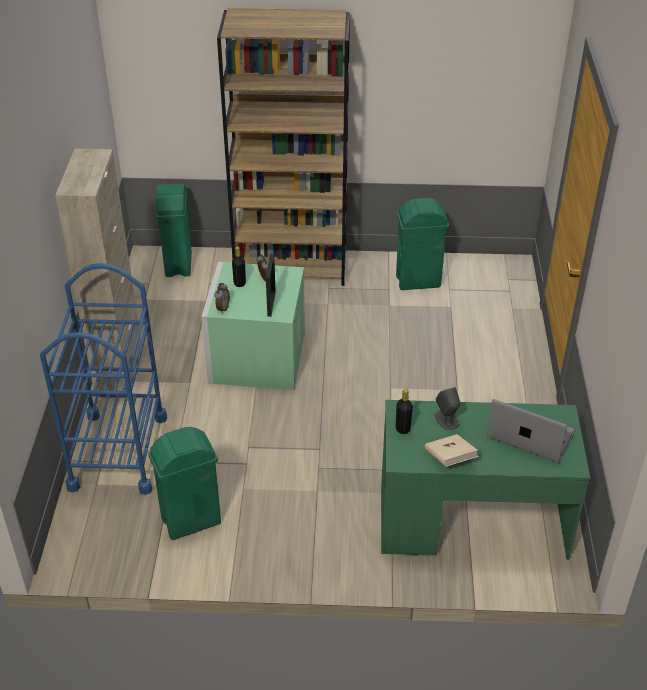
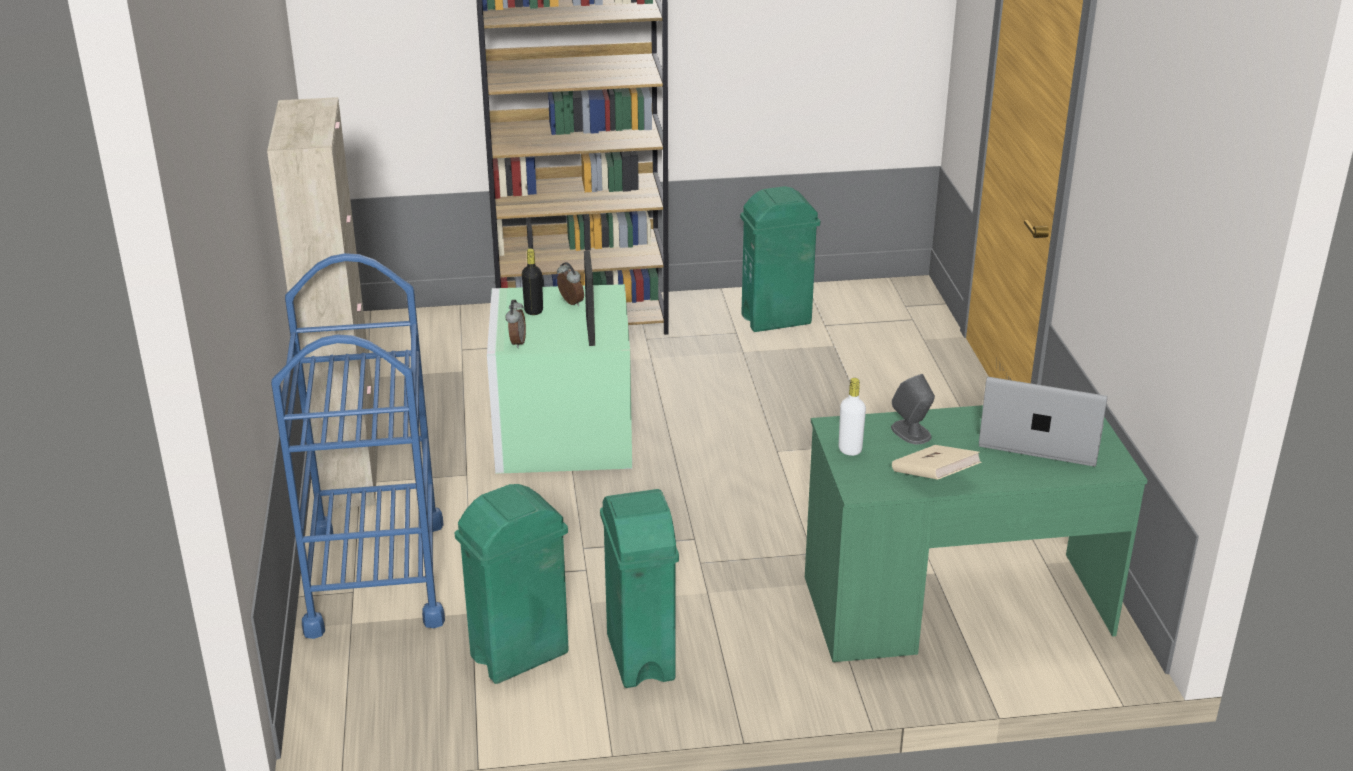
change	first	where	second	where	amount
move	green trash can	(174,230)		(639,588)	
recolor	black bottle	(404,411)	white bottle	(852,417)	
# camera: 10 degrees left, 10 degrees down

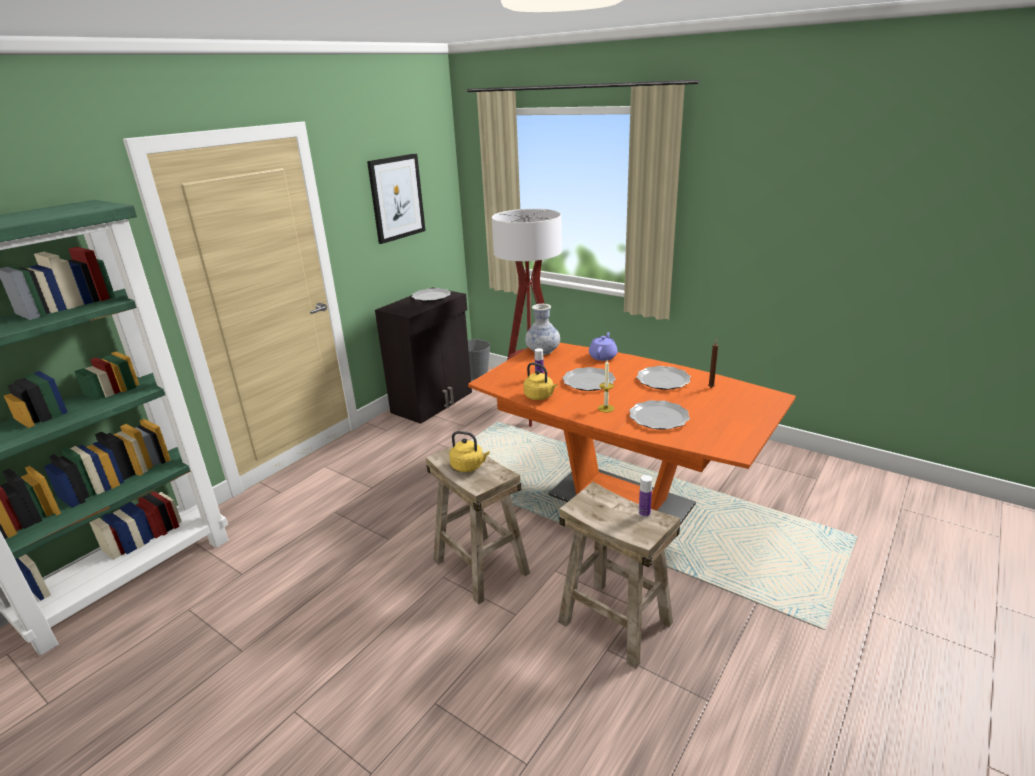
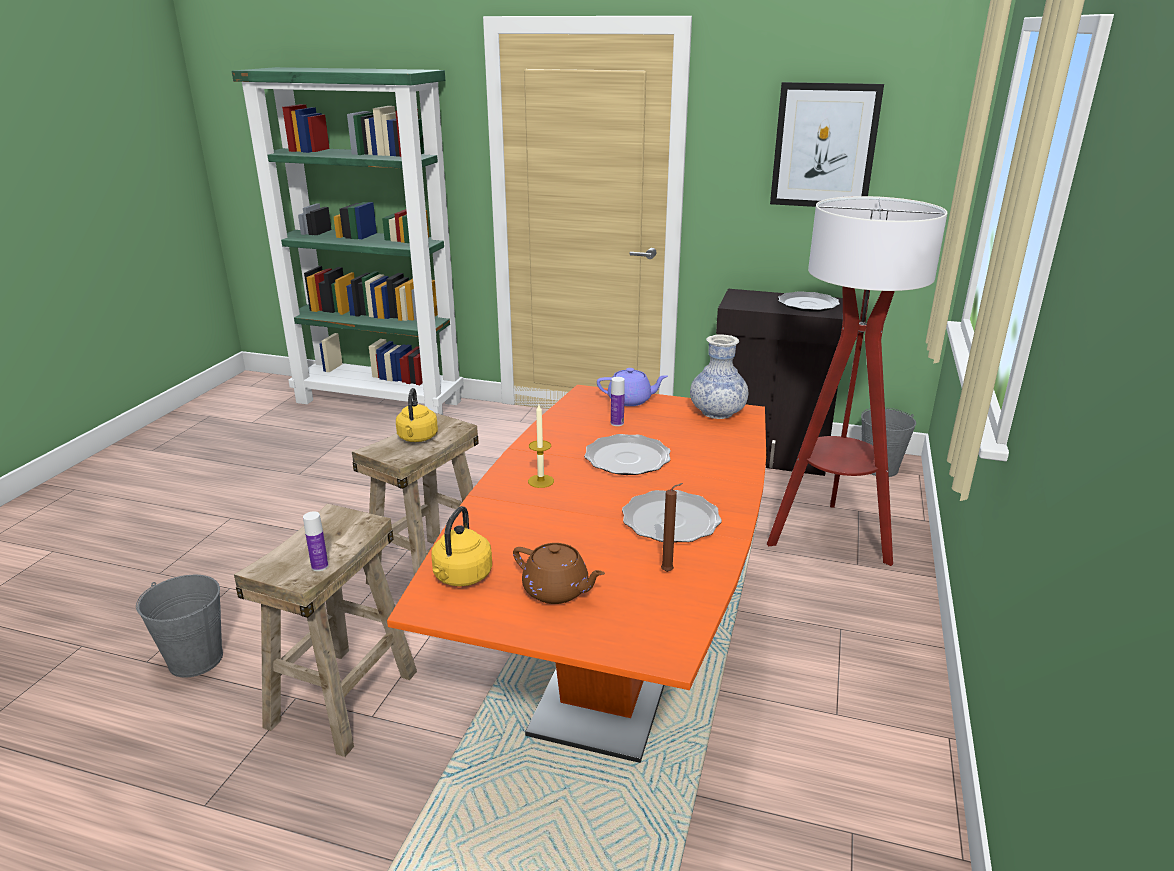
change	first	where	second	where	amount
delete	plate	(659,415)			
insert			grey bucket	(179,626)	
insert			brown teapot	(559,573)	
move	yellow kettle	(540,381)		(461,546)	
move	purple teapot	(603,346)		(632,387)	
# camera: 70 degrees right, 0 degrees up

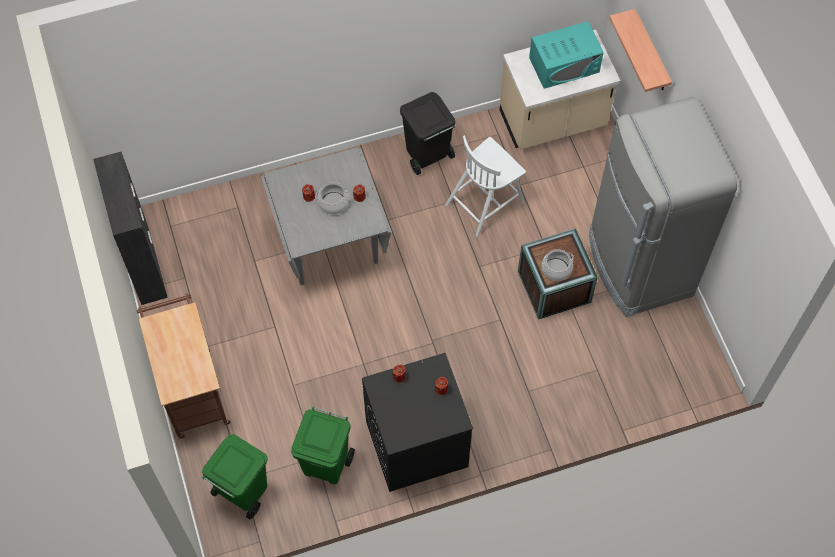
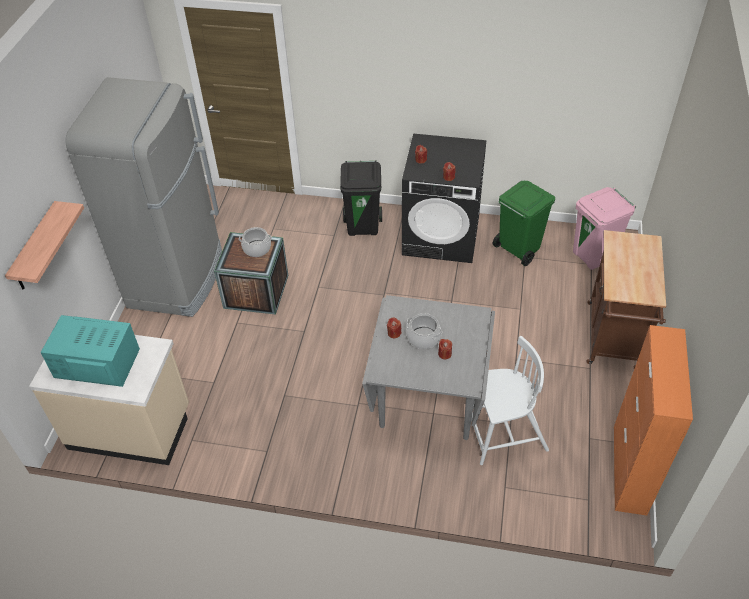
change	first	where	second	where	amount
move	black trash can	(427,133)		(361,198)	
move	white chair	(485,186)		(510,400)	
recolor	black cabinet	(130,228)	orange cabinet	(653,420)	
recolor	green trash can	(234,476)	pink trash can	(604,228)	
# camera: 150 degrees left, 15 degrees down

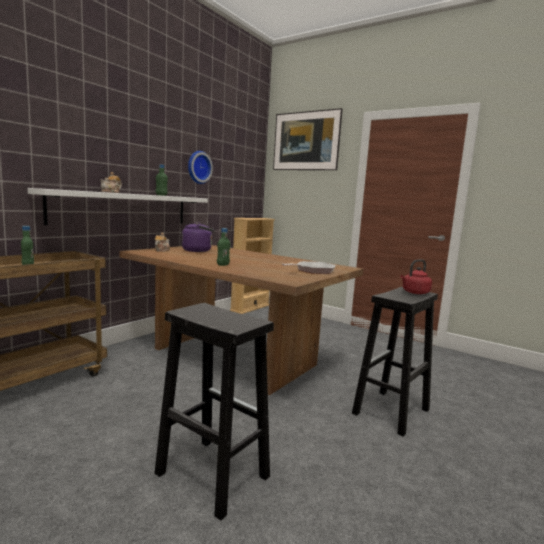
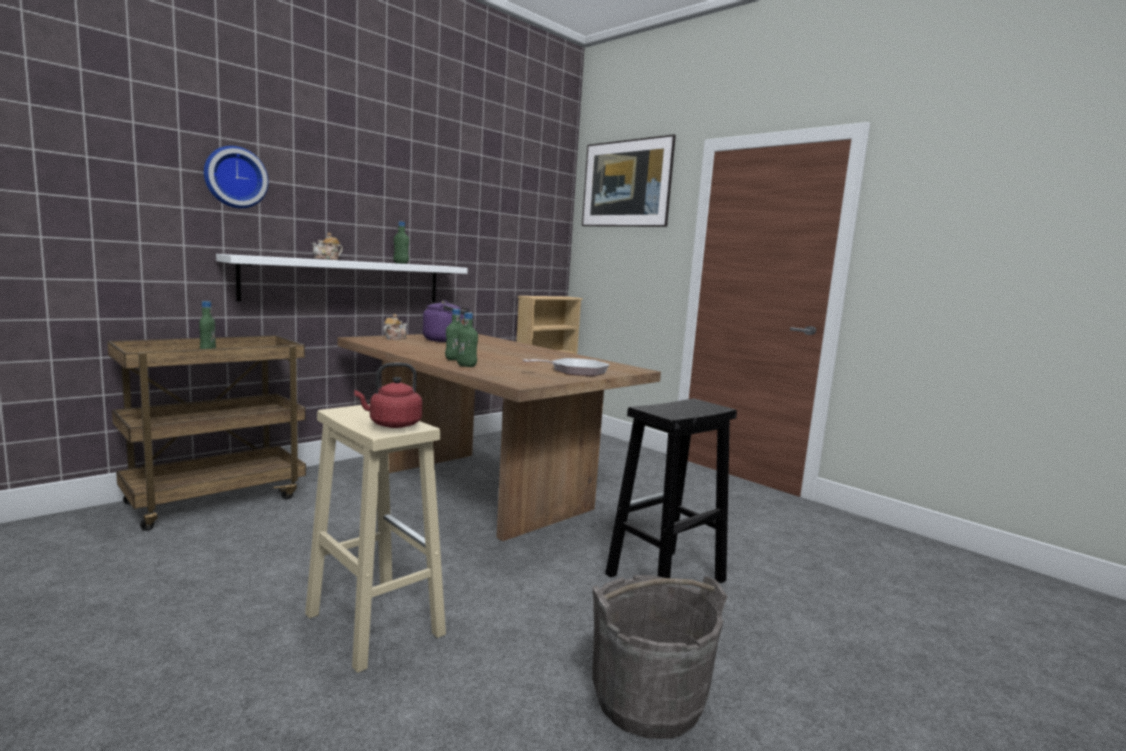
change	first	where	second	where	amount
insert			green bottle	(467,339)	
insert			grey bucket	(660,657)	
move	wall clock	(200,167)		(236,177)	
move	red kettle	(416,276)		(388,395)	
recolor	black stool	(214,412)	beige stool	(375,538)	
# camera: 10 degrees right, 0 degrees up

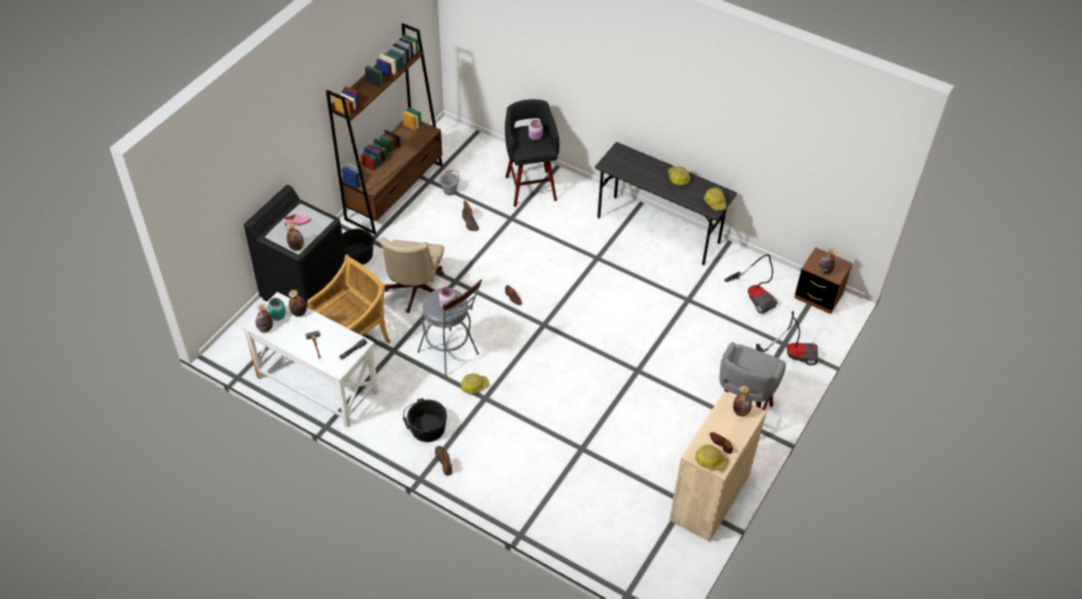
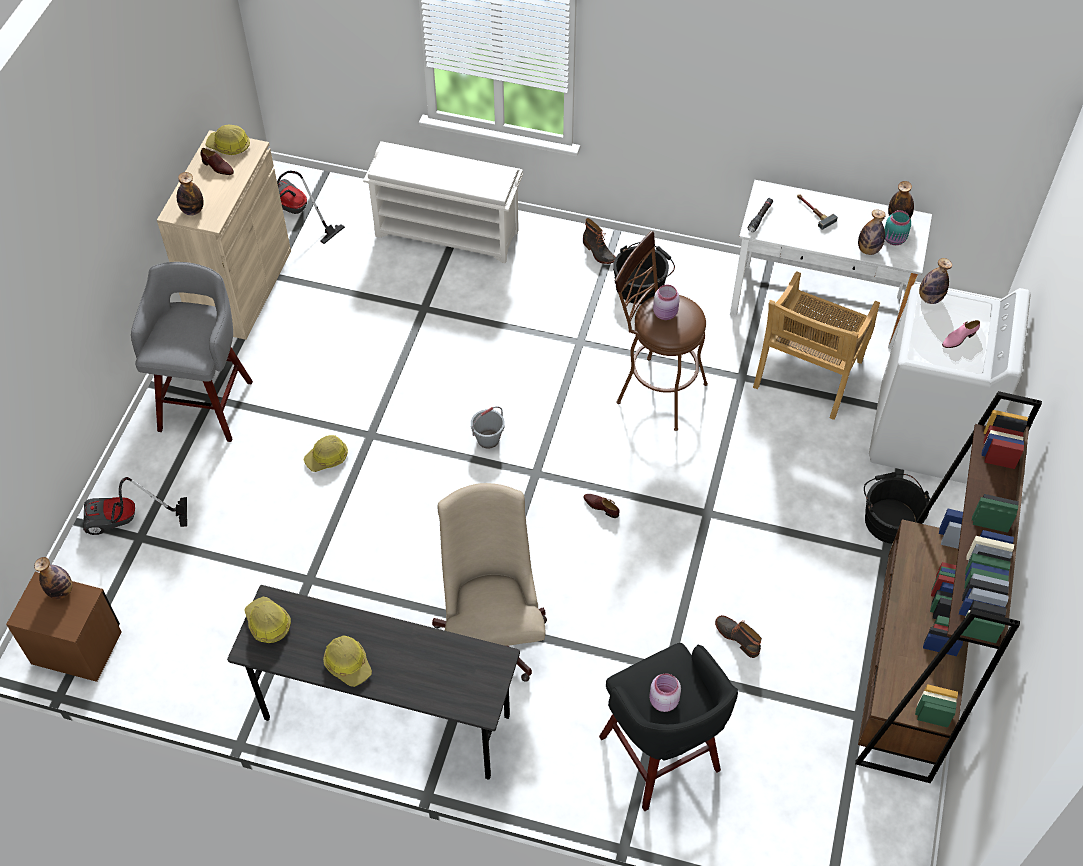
change	first	where	second	where	amount
insert			white shoe rack	(443,202)	
move	beige office chair	(412,275)		(489,582)	
move	grey bucket	(449,182)		(488,427)	
move	hard hat	(475,383)		(325,453)	
move	vacuum cleaner	(750,284)		(311,207)	
recolor	black washing machine	(294,246)	white washing machine	(949,384)	
recolor	grey stool	(449,328)	brown stool	(661,331)	
# camera: 165 degrees right, 5 degrees up

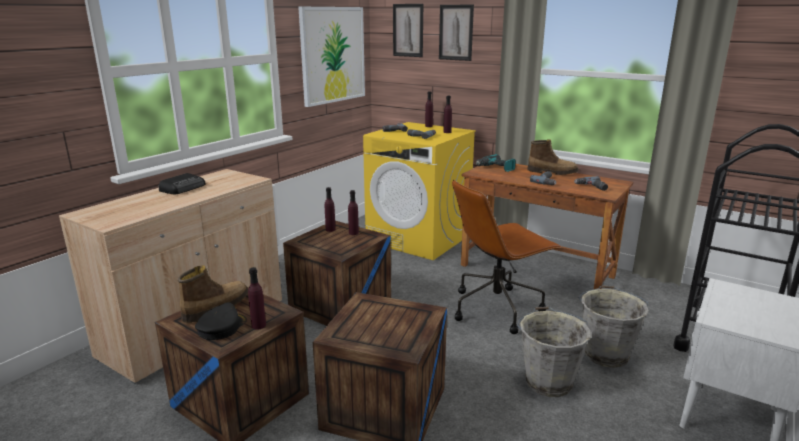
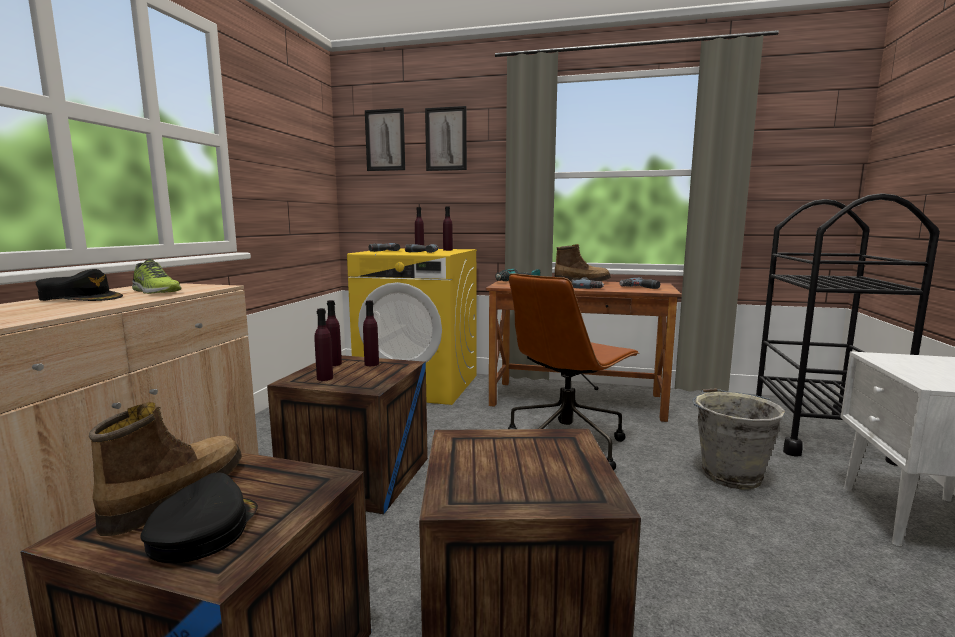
change	first	where	second	where	amount
delete	picture	(331,57)			
delete	grey bucket	(554,352)			
insert			shoe	(157,276)	
move	purple bottle	(257,298)		(323,344)	
replace	radio	(182,183)	black cap	(79,285)	
# camera: 20 degrees left, 10 degrees down

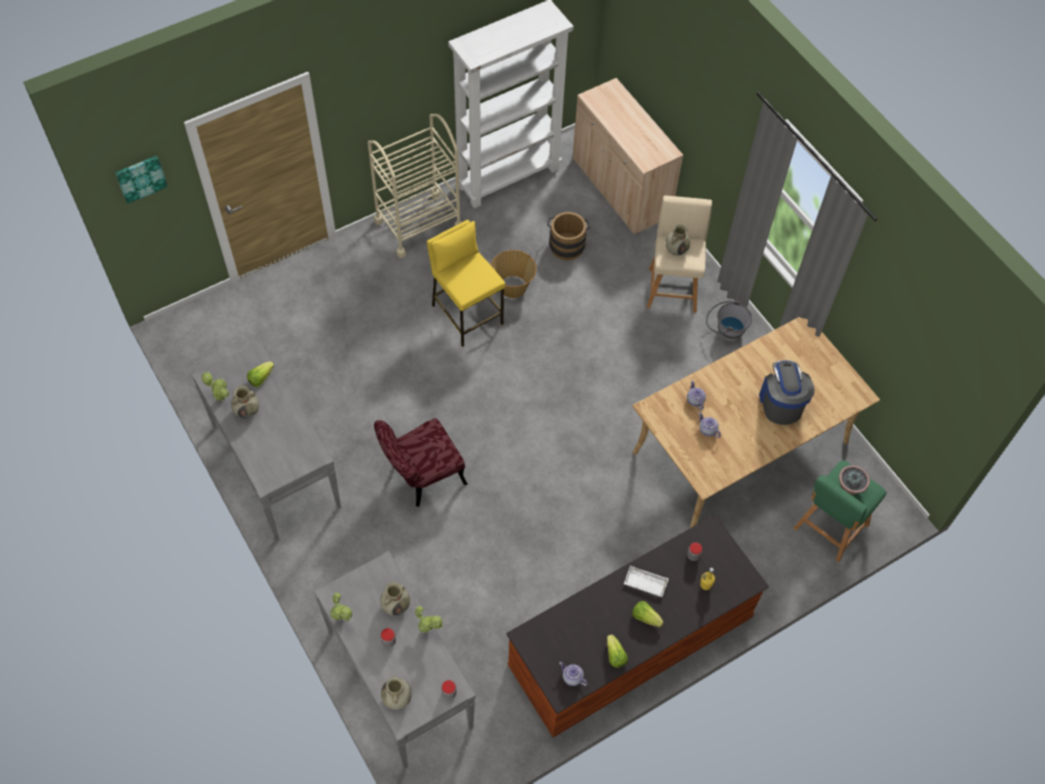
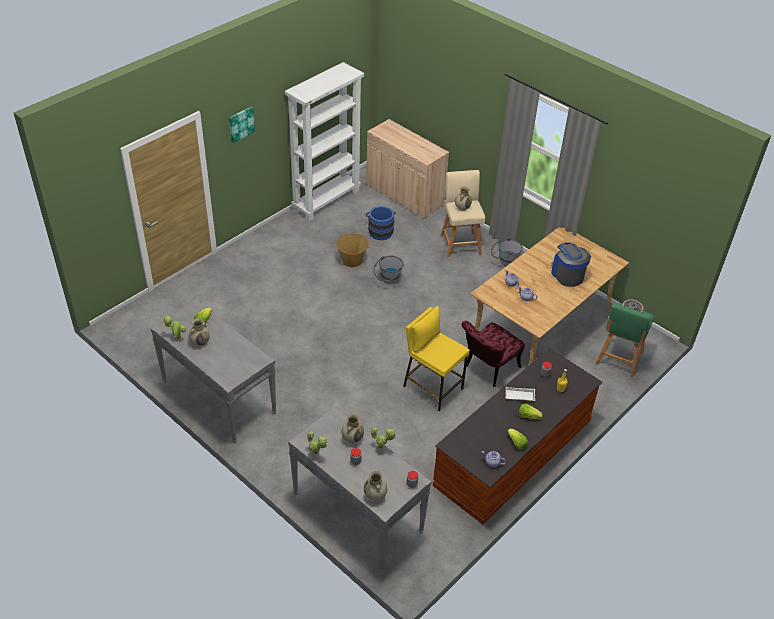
change	first	where	second	where	amount
delete	beige cart	(415,186)			
insert			grey bucket	(388,270)	
move	picture	(141,180)		(242,125)	
move	red chair	(421,462)		(493,354)	
move	yellow stool	(466,283)		(436,358)	
recolor	brown bucket	(568,236)	blue bucket	(381,223)	
# camera: 15 degrees left, 15 degrees down

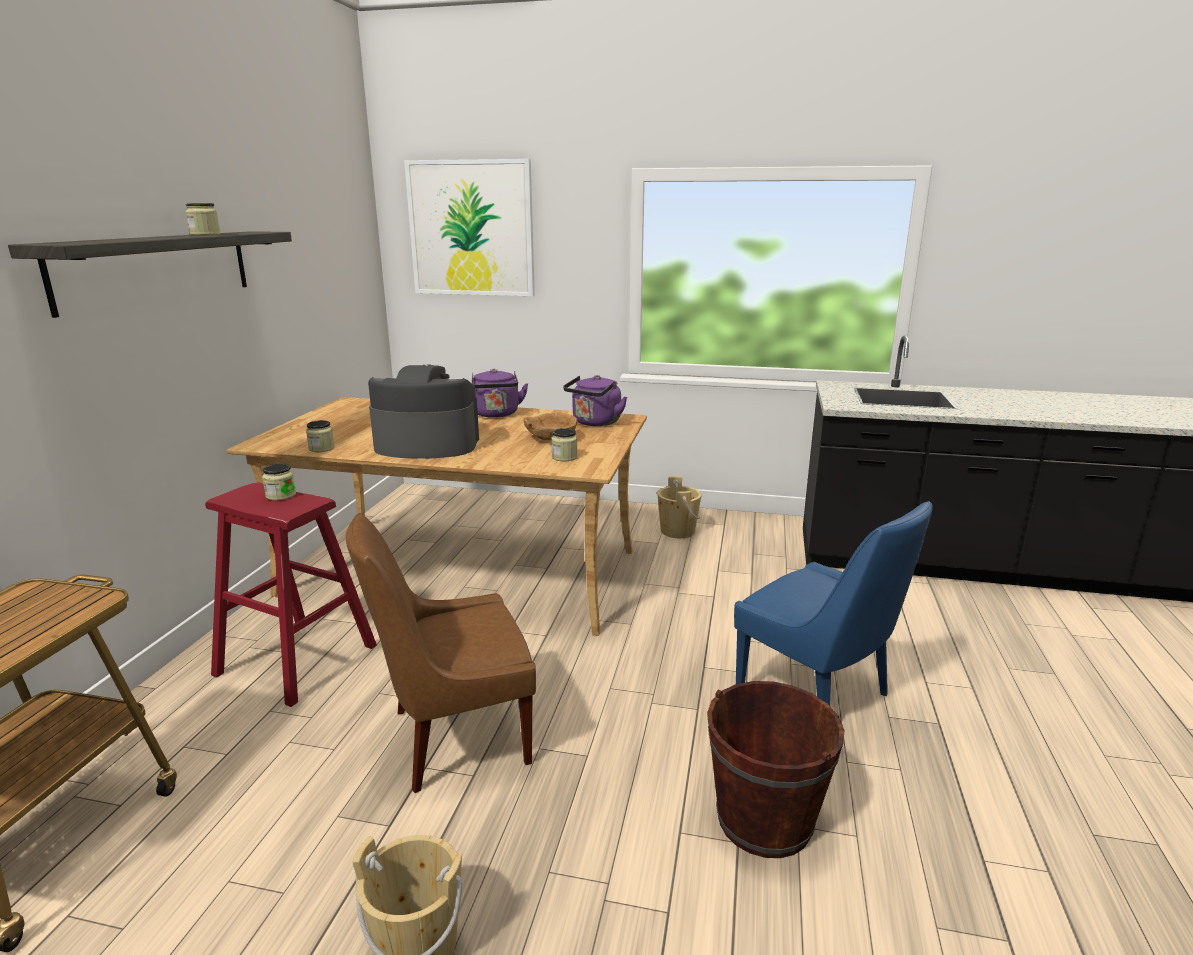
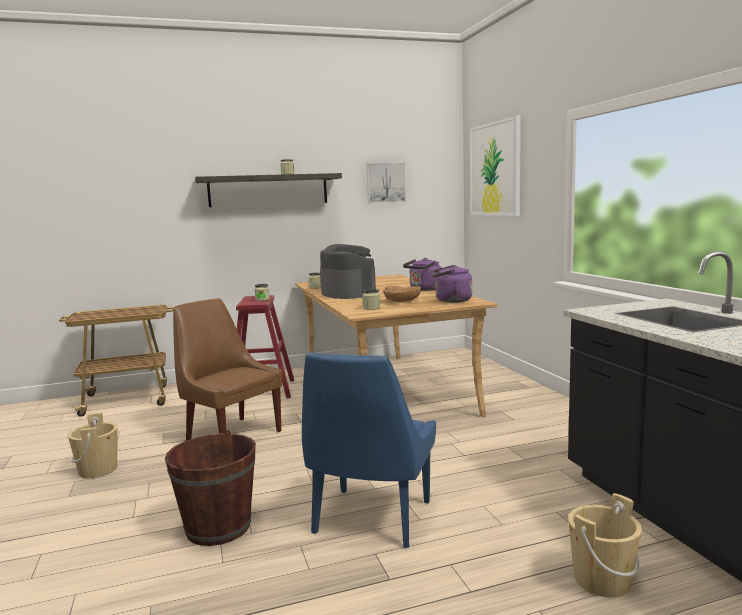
change	first	where	second	where	amount
insert			picture	(386,183)	
move	beige bucket	(679,507)		(605,545)	
# camera: 60 degrees right, 10 degrees down

